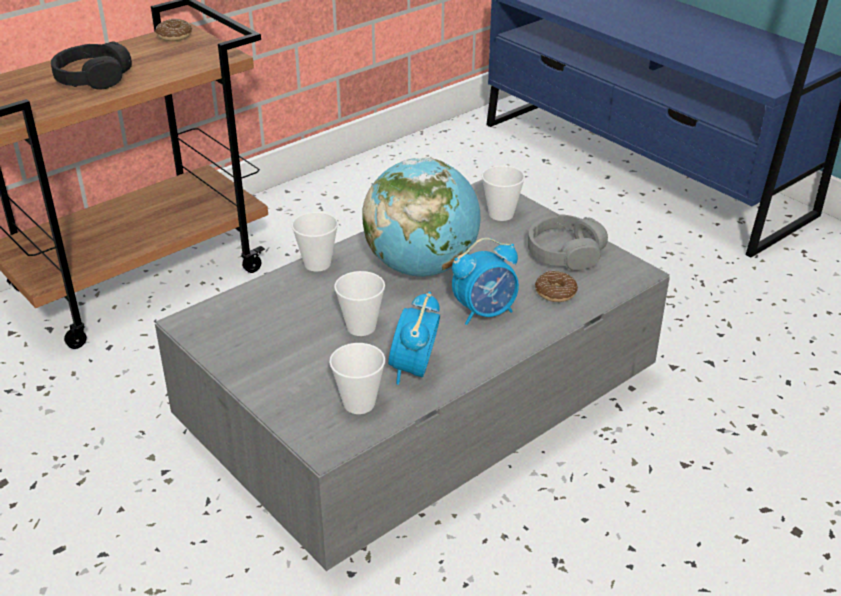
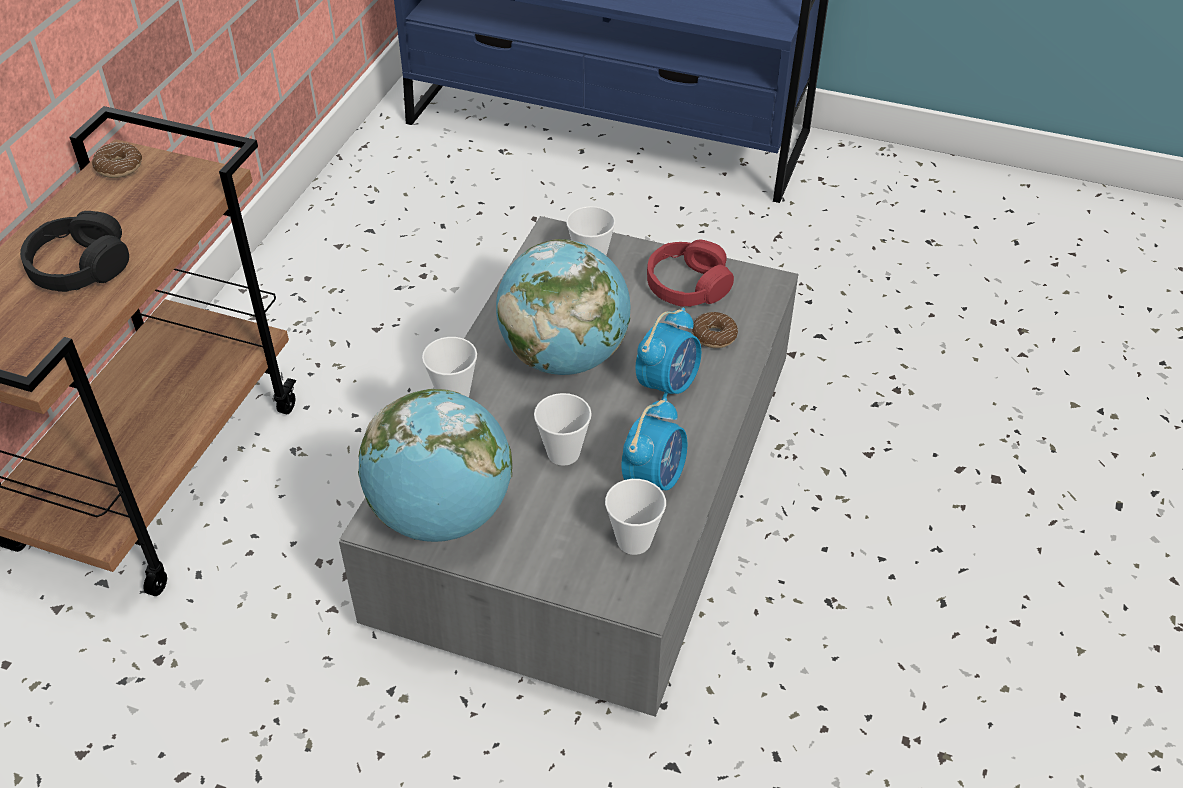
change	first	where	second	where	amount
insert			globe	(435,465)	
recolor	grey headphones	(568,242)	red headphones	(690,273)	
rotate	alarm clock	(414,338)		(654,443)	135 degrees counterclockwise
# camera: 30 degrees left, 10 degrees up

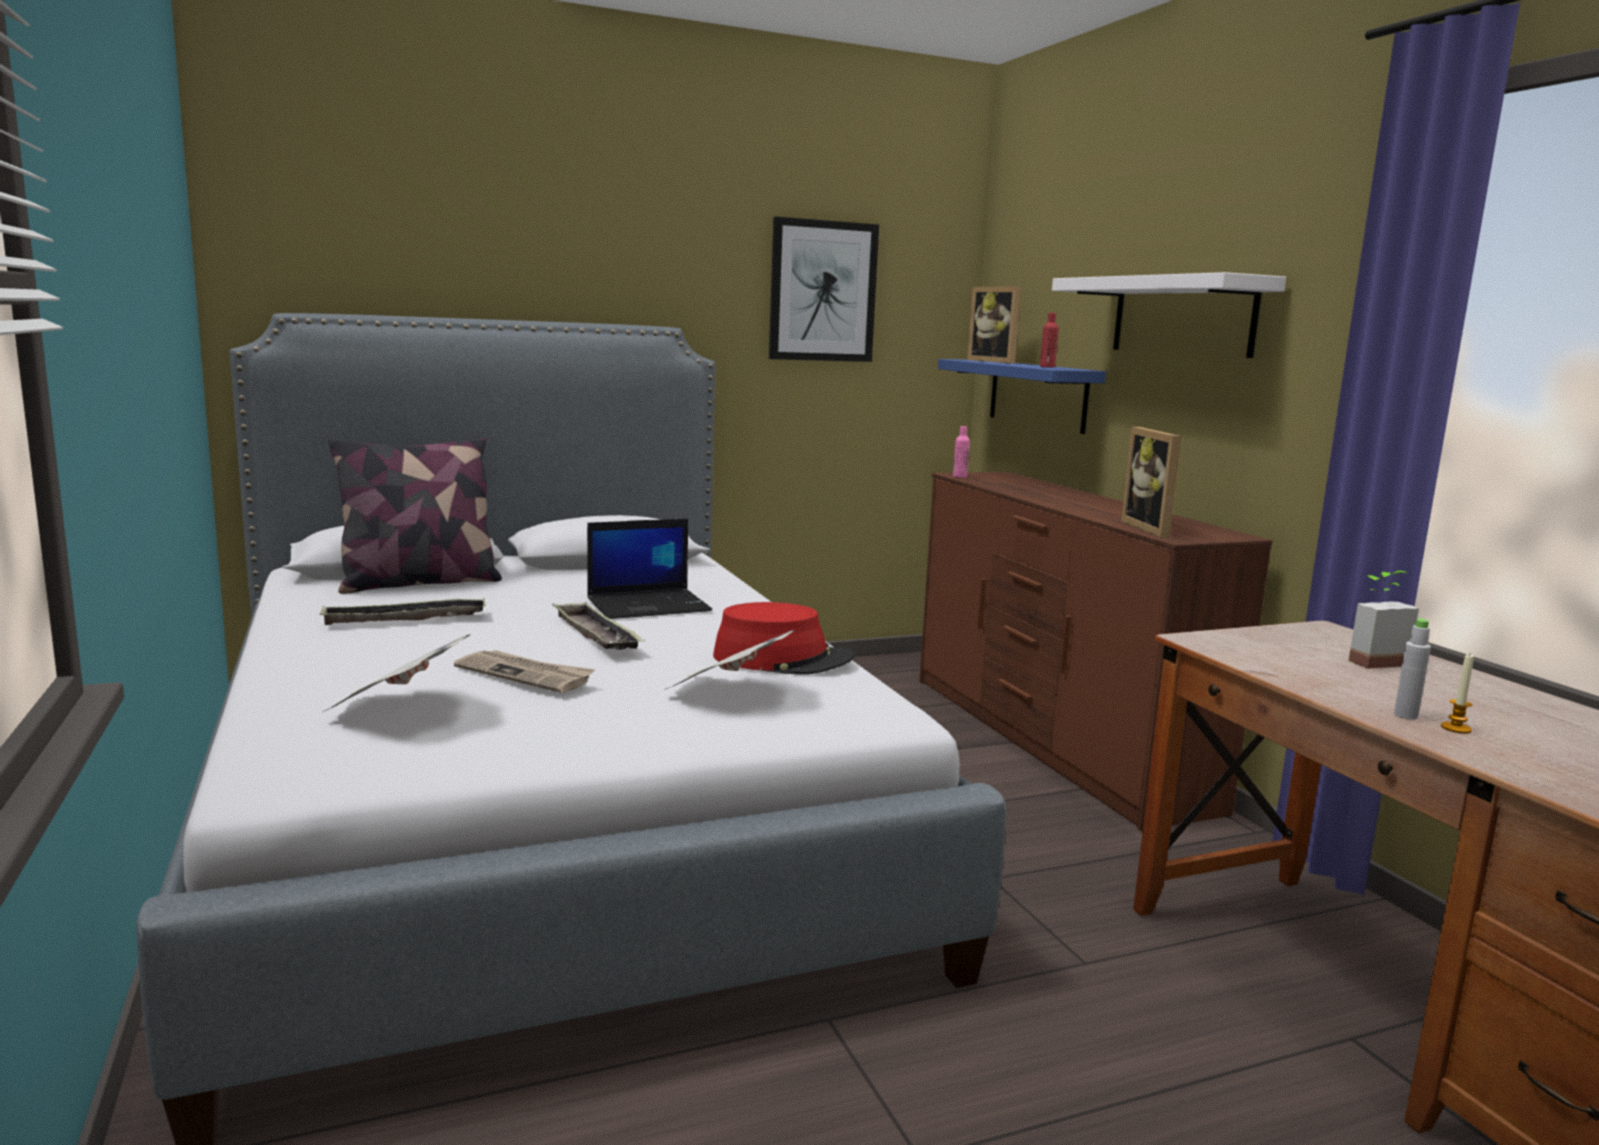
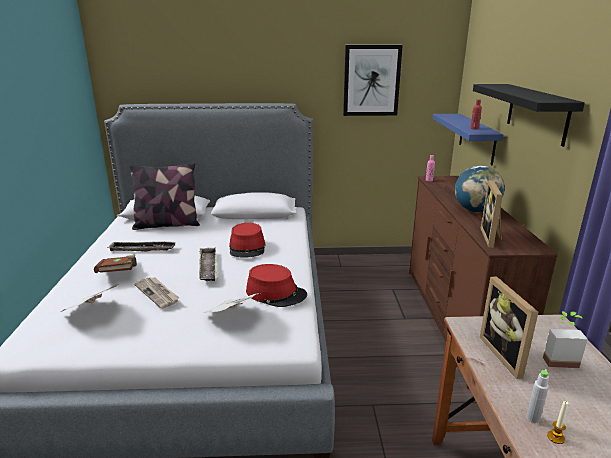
change	first	where	second	where	amount
insert			brown book	(115,264)	
insert			globe	(480,189)	
move	picture frame	(994,324)		(509,327)	
replace	laptop	(649,569)	red hat	(247,240)	
recolor	white shelf	(1169,315)	black shelf	(529,115)	
# camera: 20 degrees right, 10 degrees up

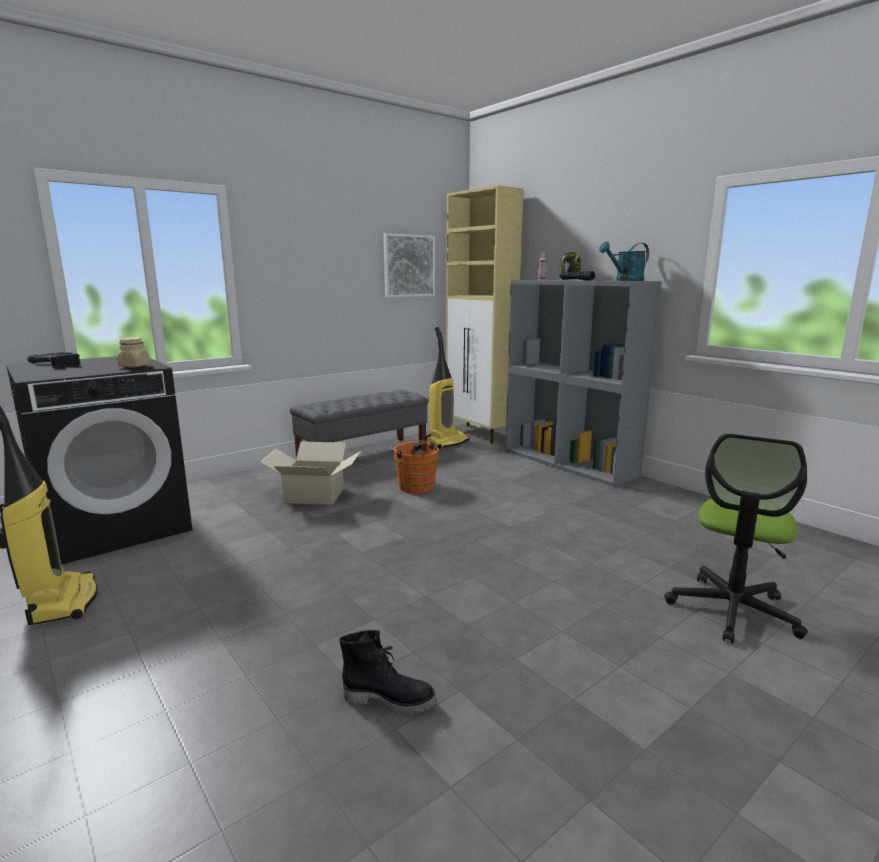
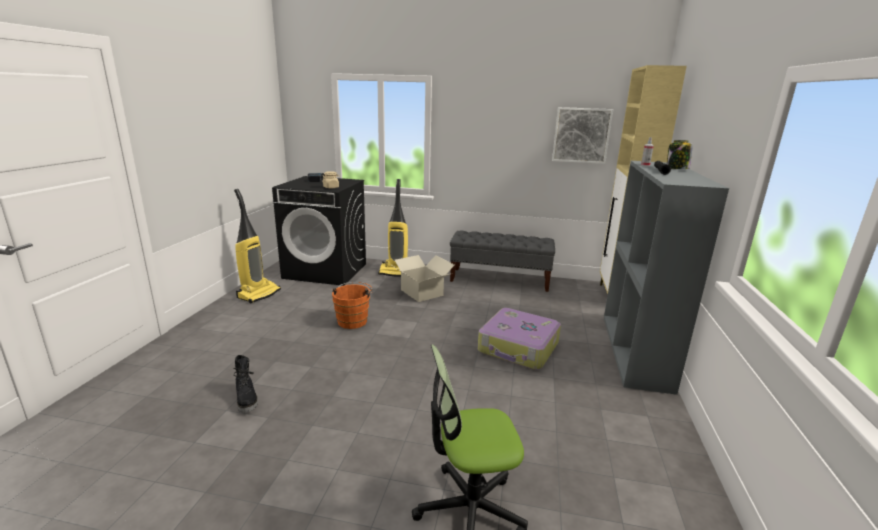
change	first	where	second	where	amount
delete	turquoise watering can	(624,261)			
insert			suitcase	(519,339)	
move	orange bucket	(414,467)		(352,305)	
move	vacuum cleaner	(448,388)		(393,228)	
# camera: 50 degrees right, 5 degrees up

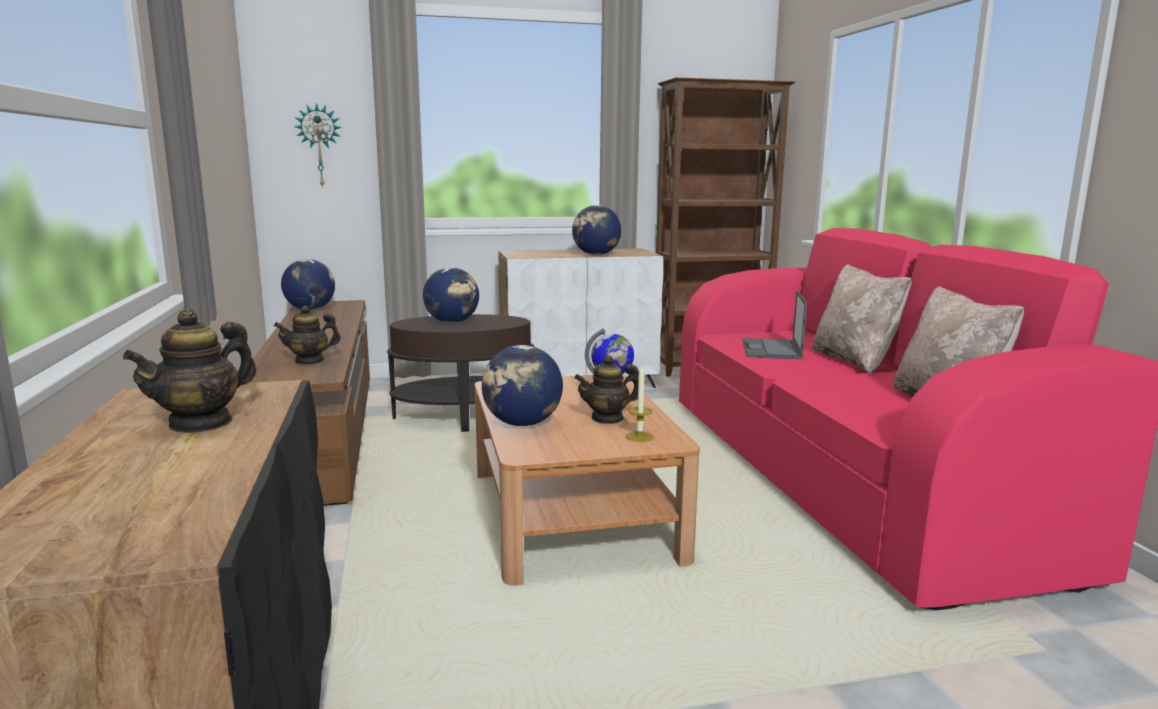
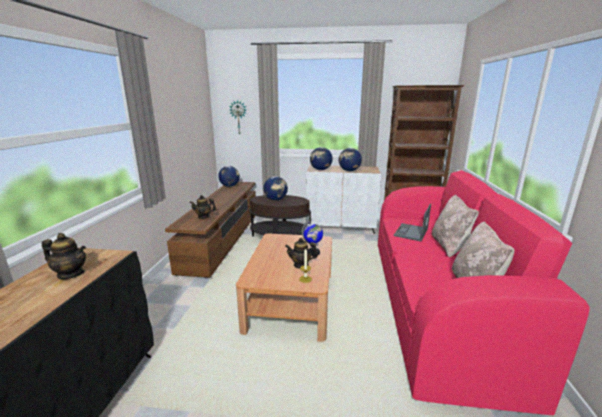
change	first	where	second	where	amount
move	globe	(522,385)		(321,158)	
rotate	teapot	(189,371)		(64,256)	135 degrees counterclockwise
# camera: 20 degrees right, 5 degrees up

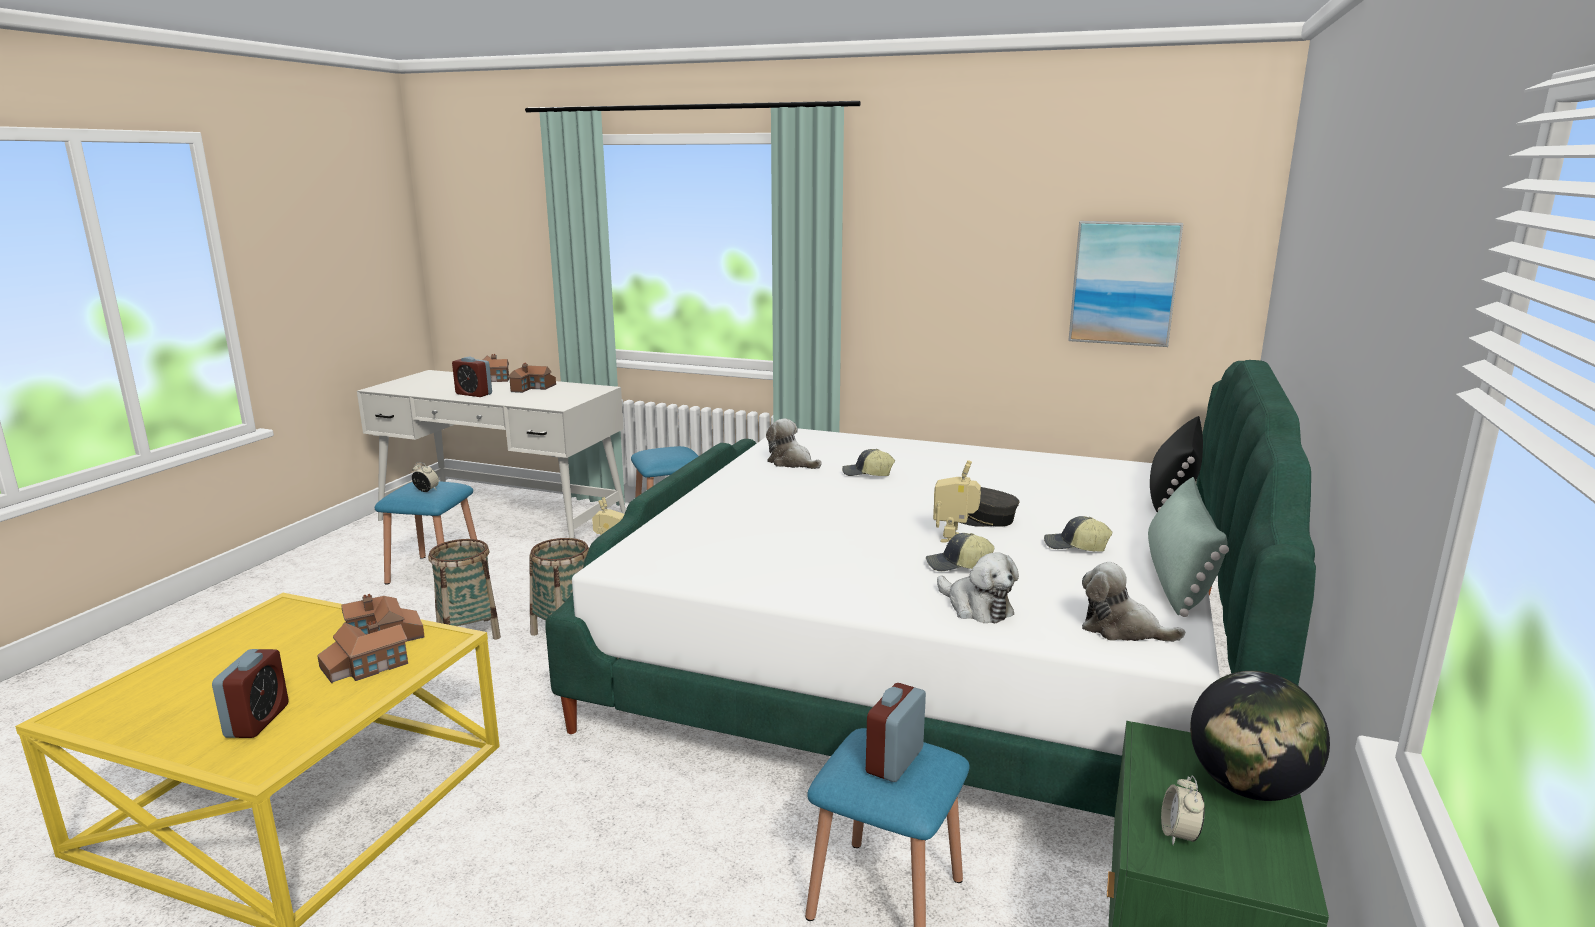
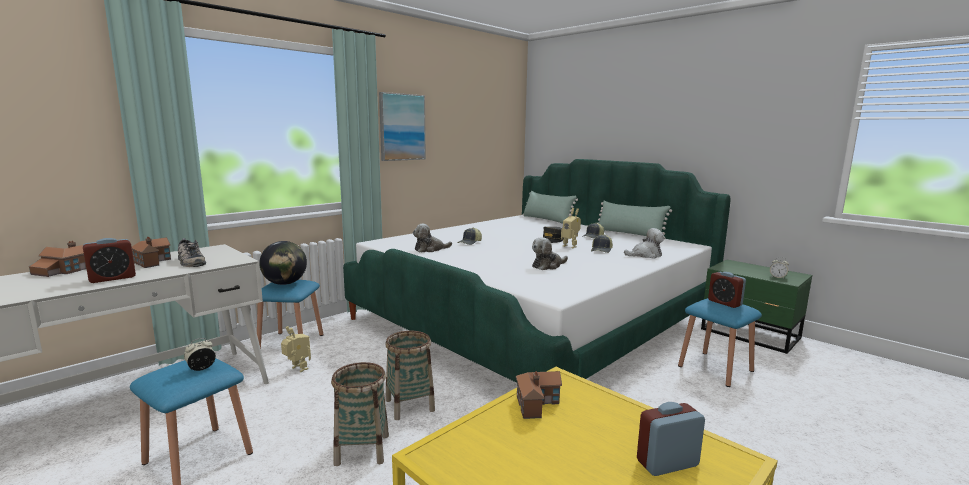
change	first	where	second	where	amount
delete	toy house	(362,651)			
insert			shoe	(192,252)	
move	picture	(1125,284)		(402,126)	
move	plush toy	(1133,602)		(550,253)	
move	globe	(1260,736)		(283,263)	
recolor	black pillow	(1176,464)	green pillow	(550,207)	
rotate	alarm clock	(250,693)		(671,439)	45 degrees counterclockwise
# camera: 65 degrees left, 5 degrees down

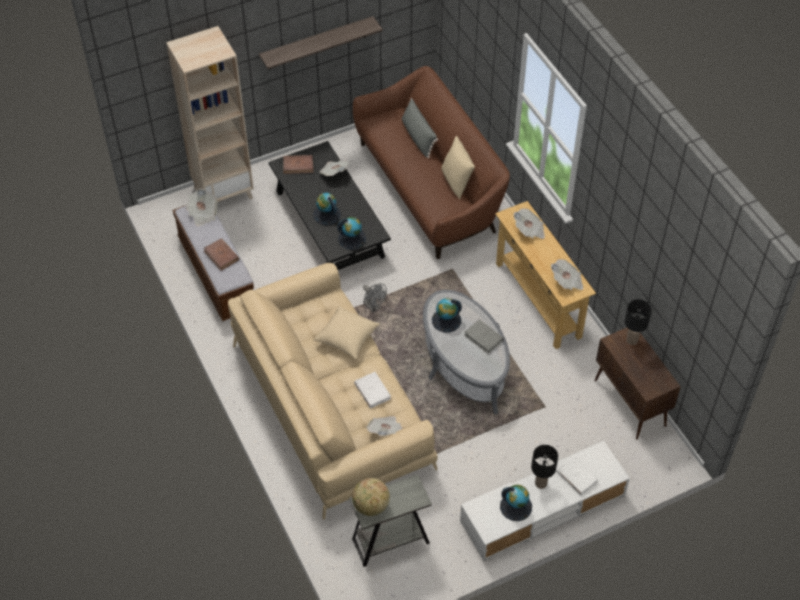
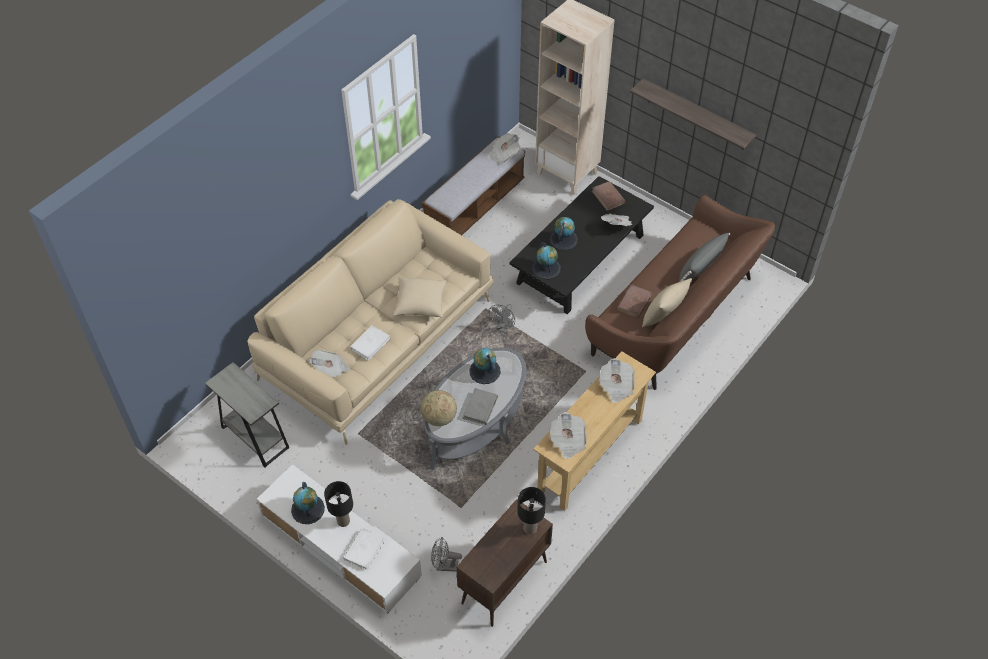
change	first	where	second	where	amount
insert			grey fan	(446,554)	
move	brown book	(221,254)		(634,301)	
move	globe	(371,497)		(439,408)	
# camera: 65 degrees right, 0 degrees up

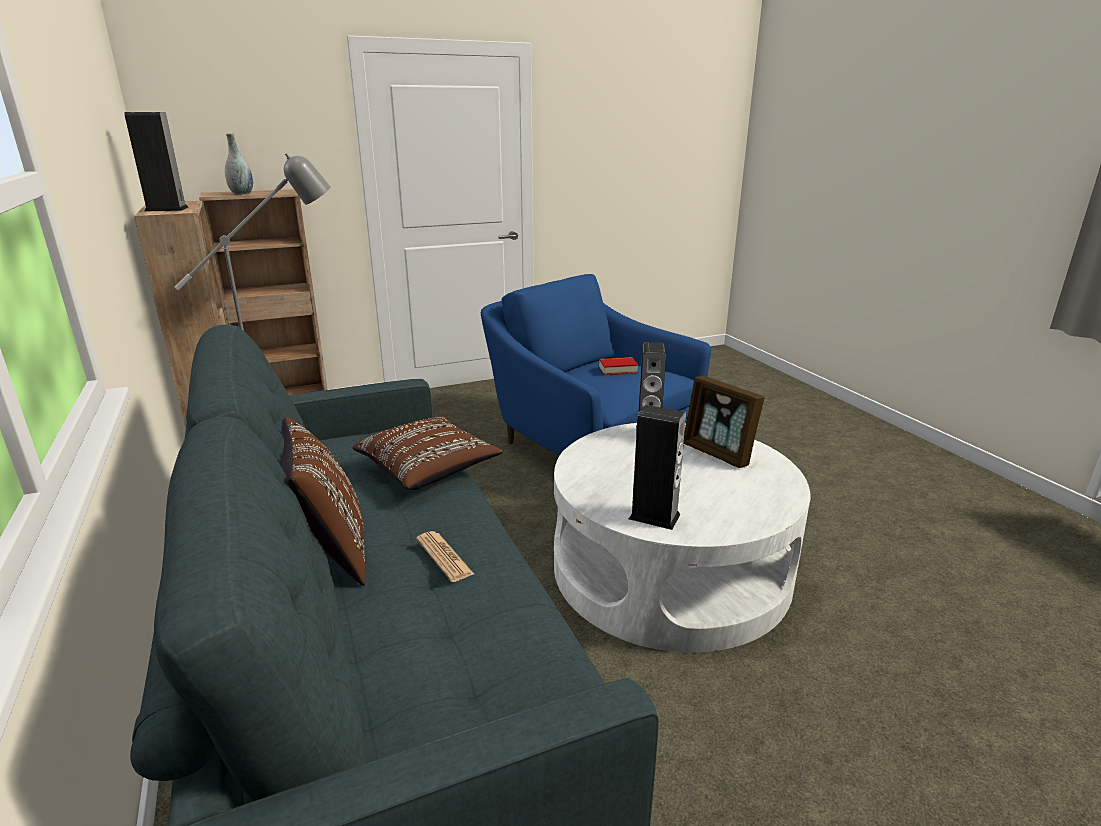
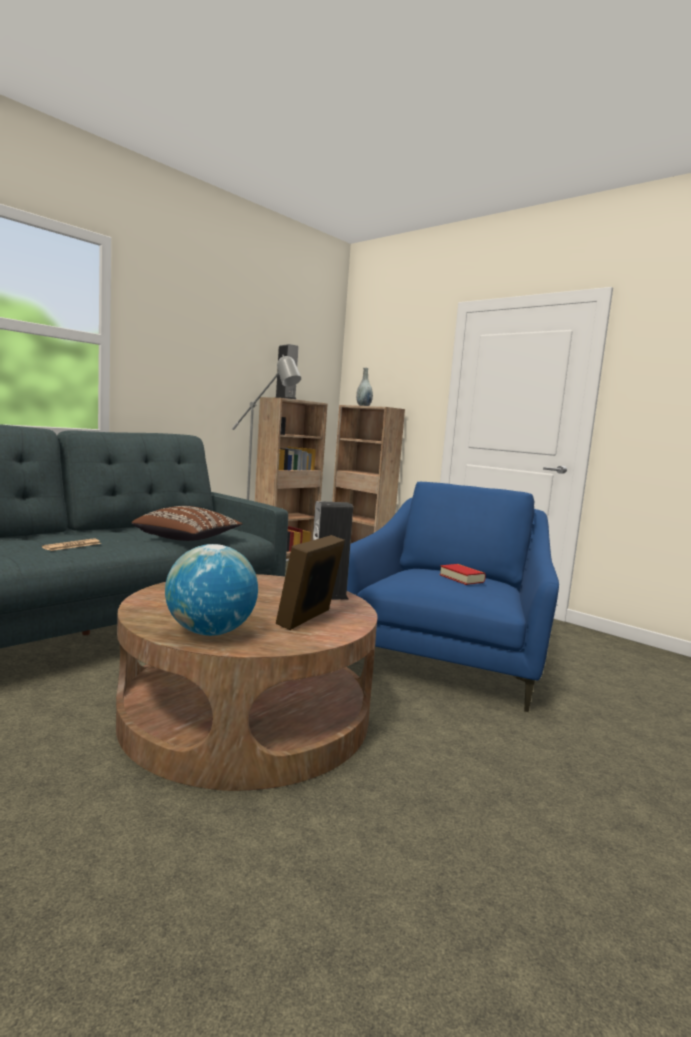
change	first	where	second	where	amount
delete	brown pillow	(322,501)			
delete	speaker	(657,467)			
insert			globe	(211,590)	
recolor	white coffee table	(682,537)	brown coffee table	(247,682)	
# camera: 65 degrees right, 15 degrees down

